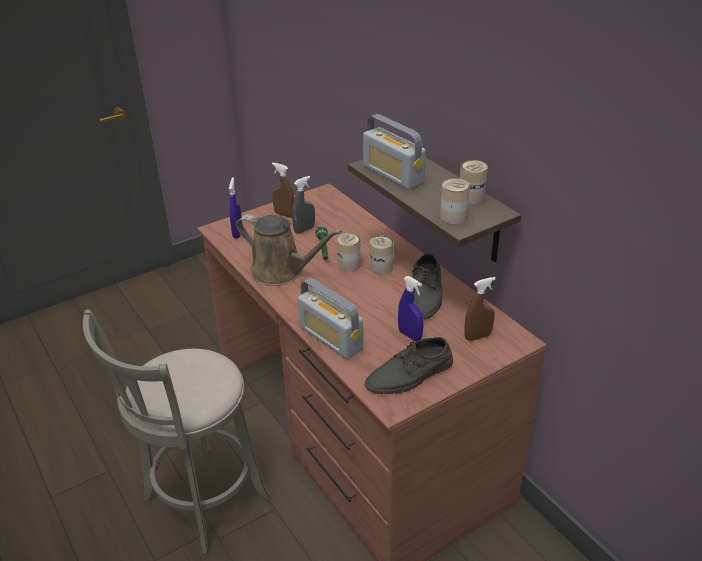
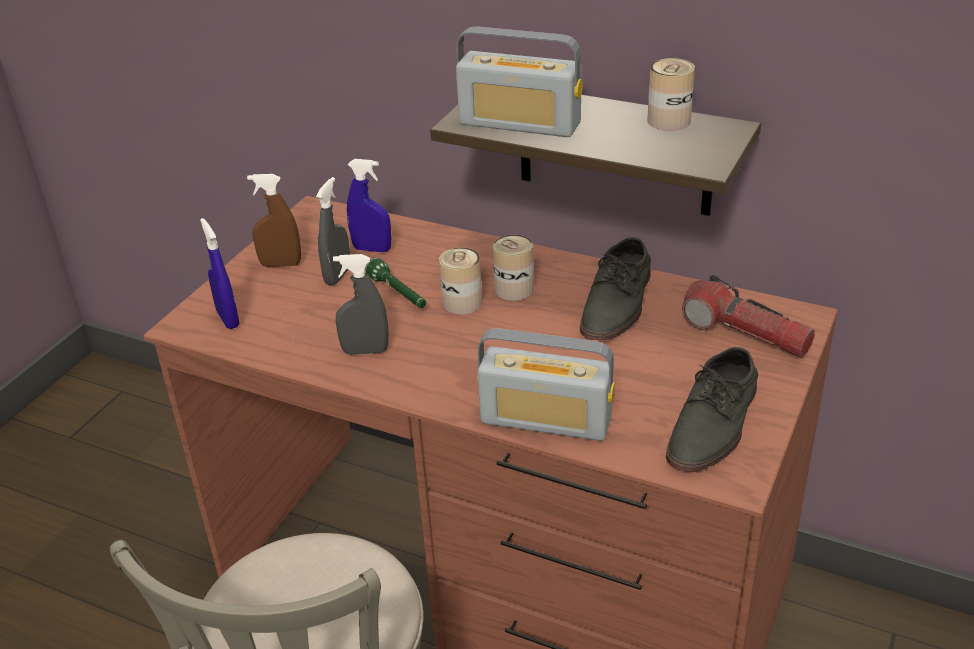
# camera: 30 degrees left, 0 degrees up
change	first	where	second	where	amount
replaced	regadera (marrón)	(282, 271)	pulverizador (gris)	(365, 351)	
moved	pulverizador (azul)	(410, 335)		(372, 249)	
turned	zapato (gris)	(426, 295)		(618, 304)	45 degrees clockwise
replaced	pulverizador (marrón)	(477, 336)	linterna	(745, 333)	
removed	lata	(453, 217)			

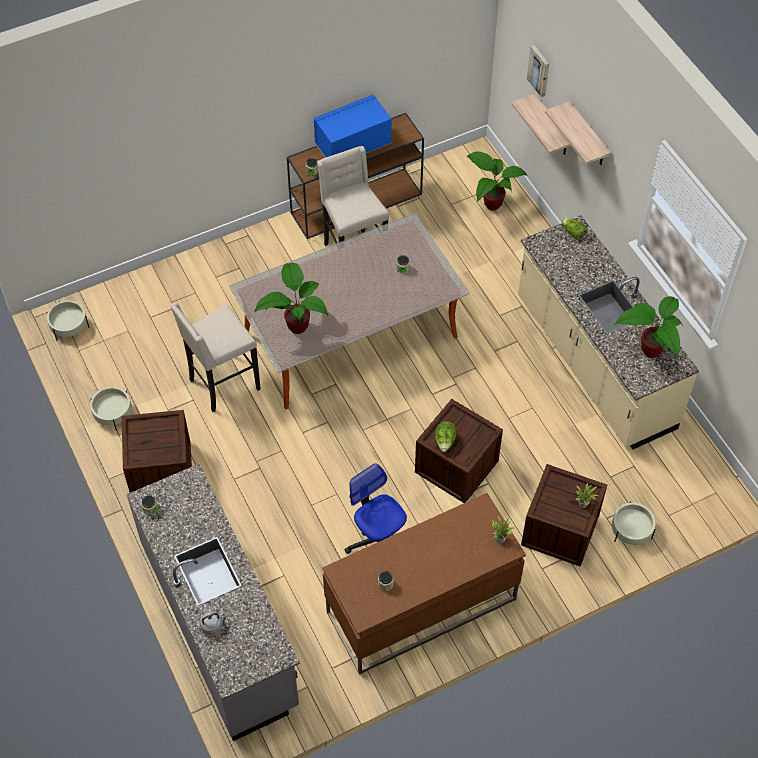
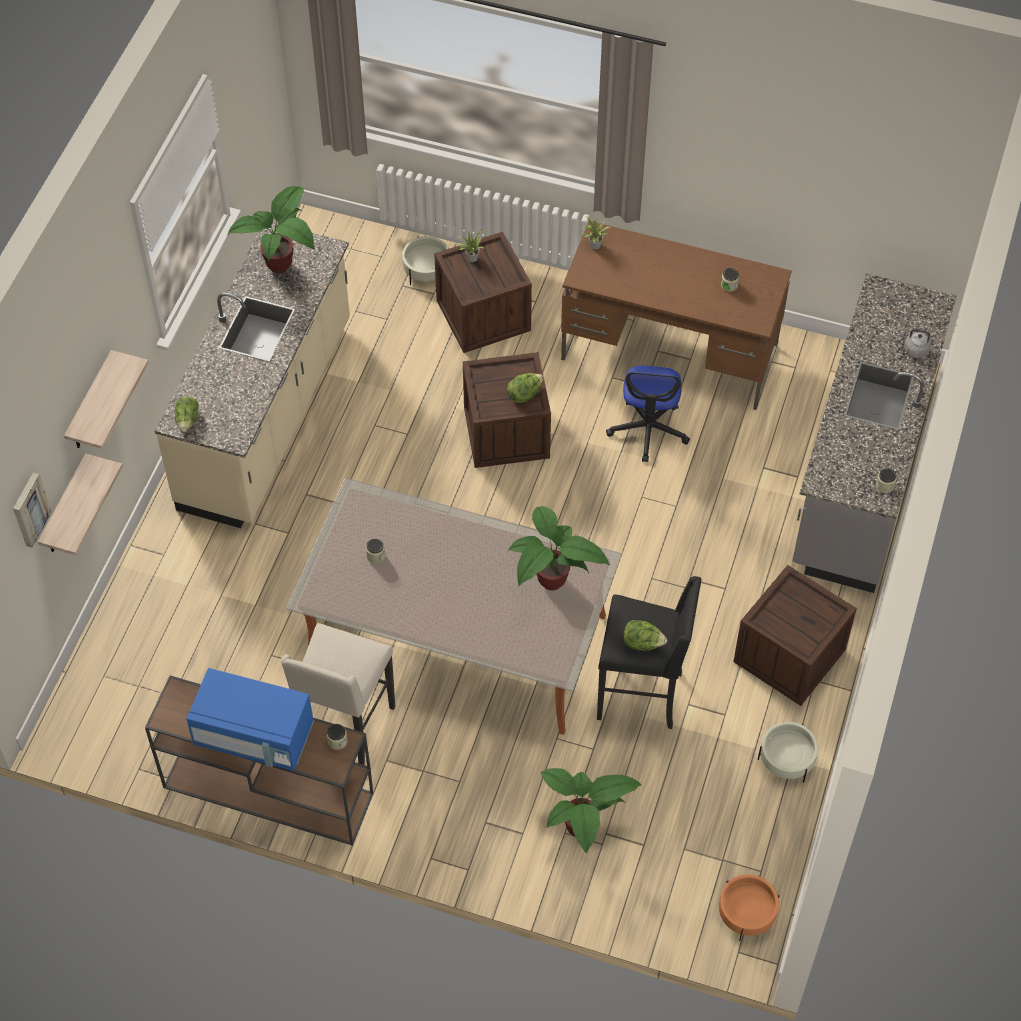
# camera: 135 degrees left, 0 degrees up
change	first	where	second	where	amount
moved	planta en maceta	(490, 204)		(581, 832)	
recoloured	taburete (beis)	(223, 385)	taburete (negro)	(642, 694)	
added			lechuga	(642, 643)	
recoloured	maceta (beis)	(69, 326)	maceta (naranja)	(746, 913)	

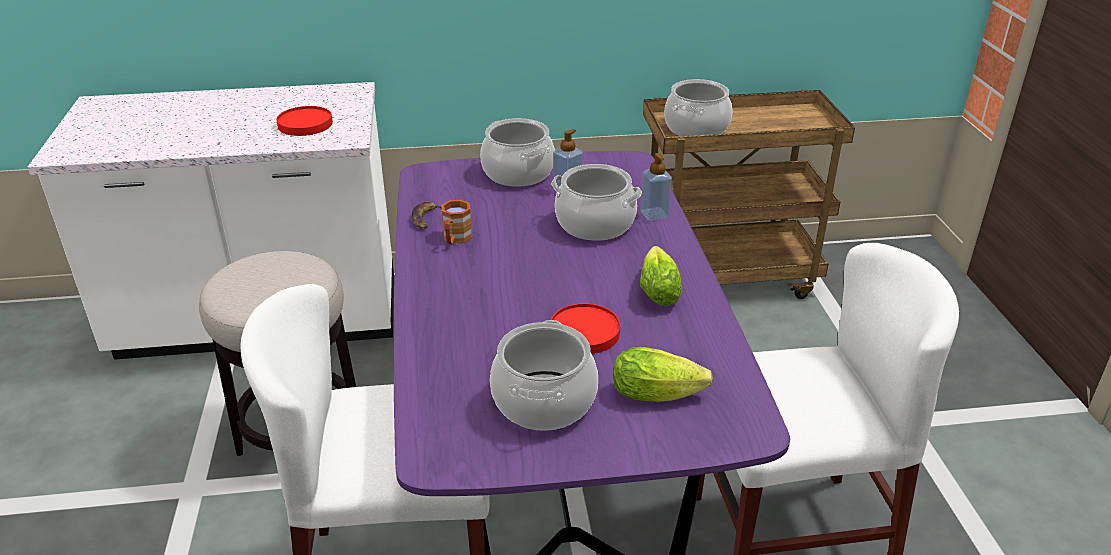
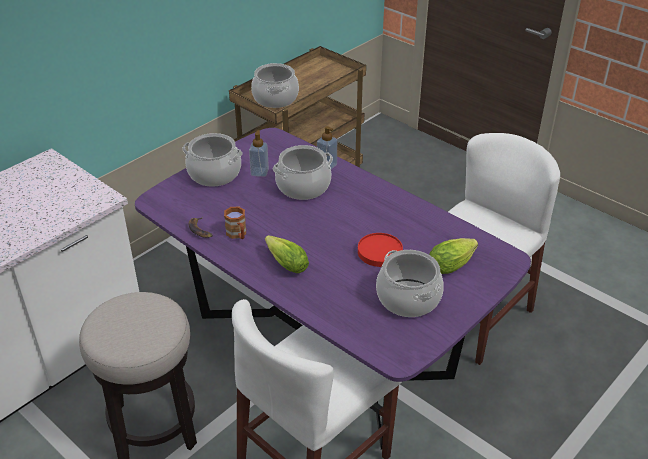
# camera: 40 degrees left, 5 degrees up
change	first	where	second	where	amount
moved	lechuga	(658, 289)		(285, 262)	
removed	plato (rojo)	(305, 124)			

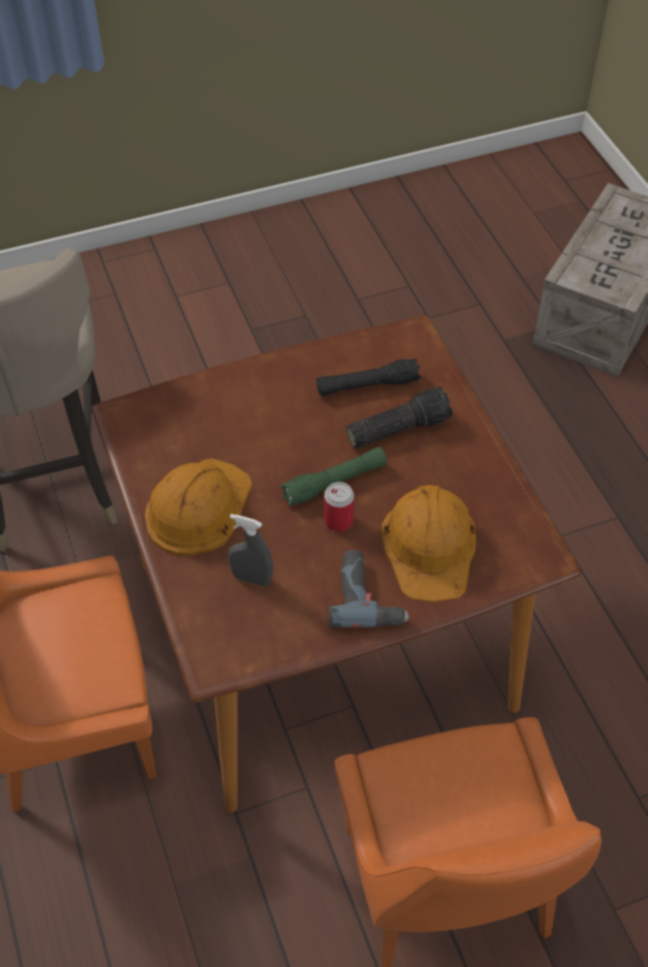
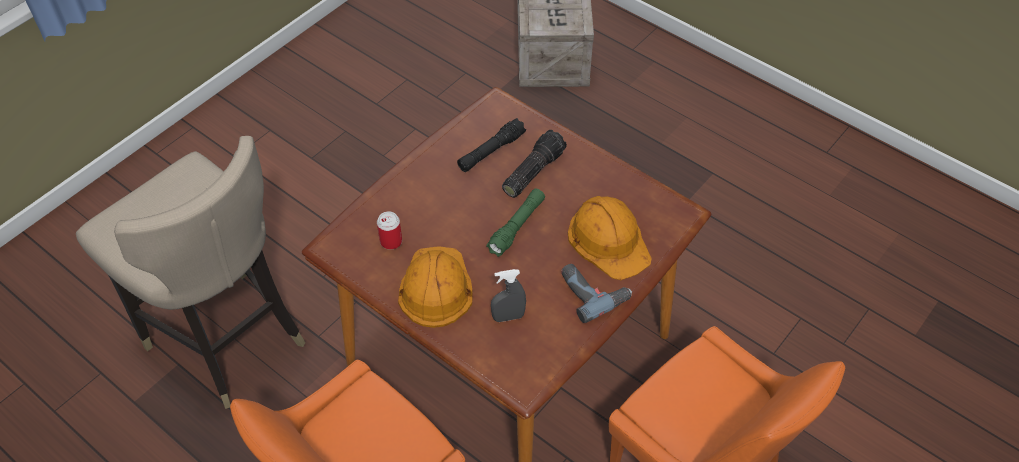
# camera: 30 degrees left, 0 degrees up
change	first	where	second	where	amount
moved	lata	(338, 520)		(391, 241)	

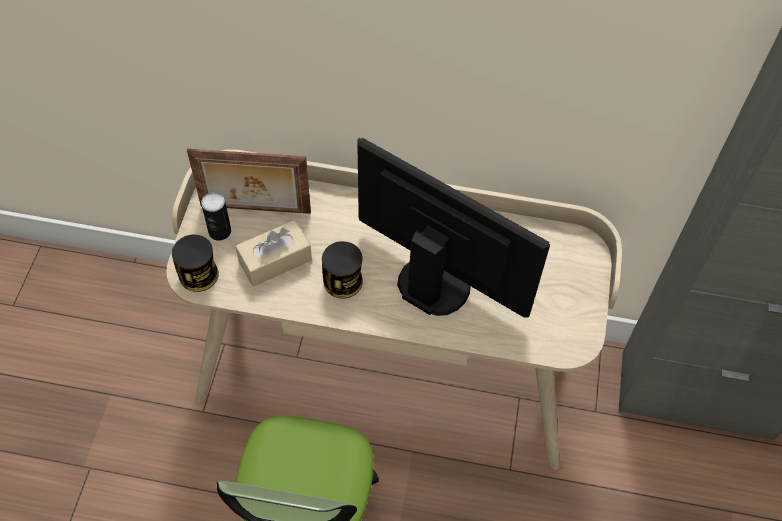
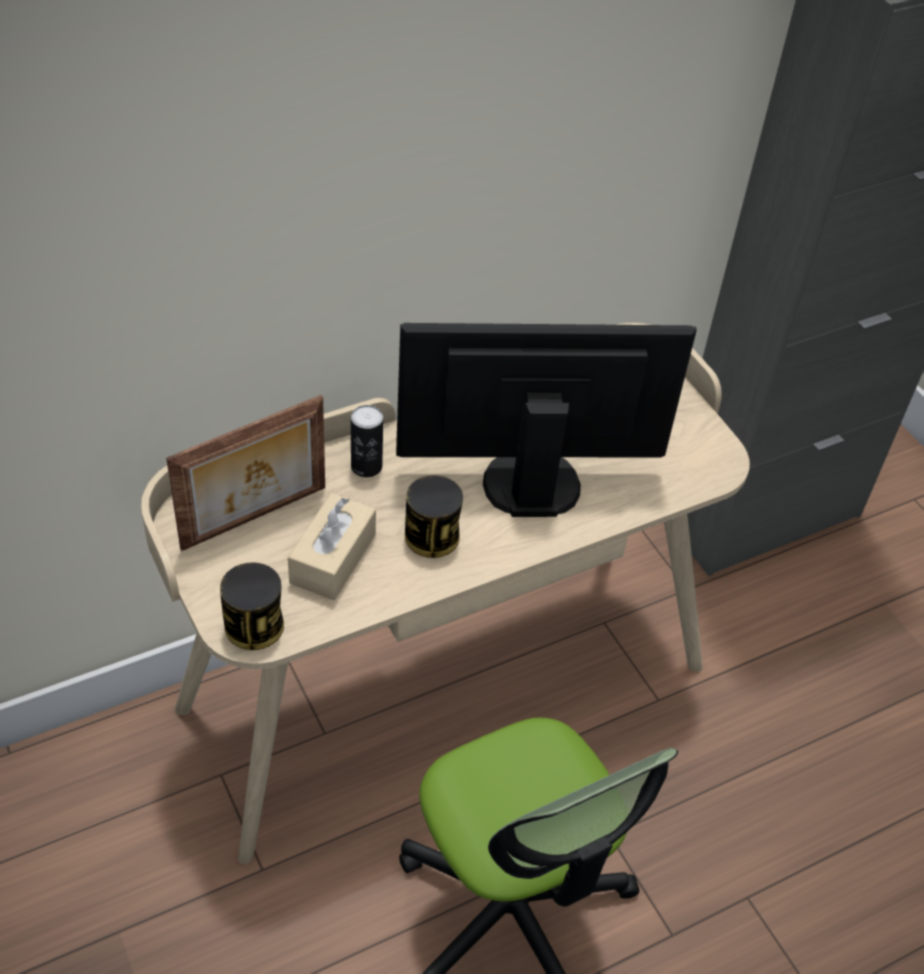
# camera: 40 degrees left, 10 degrees down
change	first	where	second	where	amount
moved	lata	(219, 231)		(366, 466)	

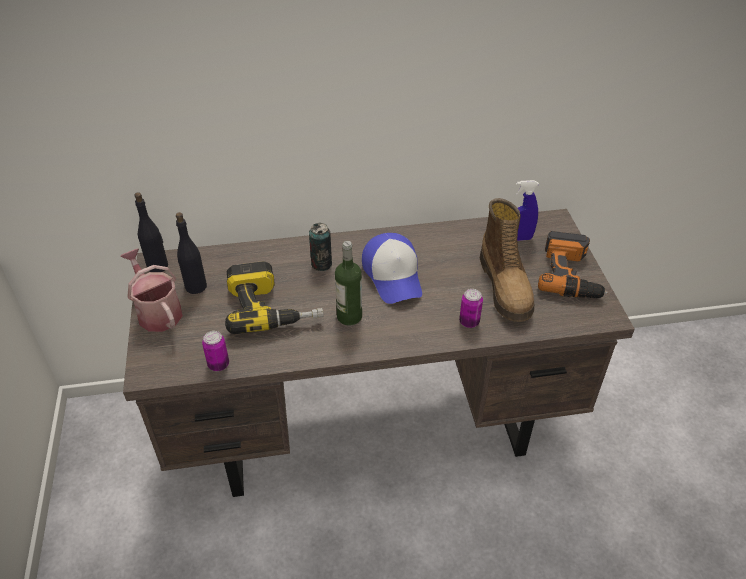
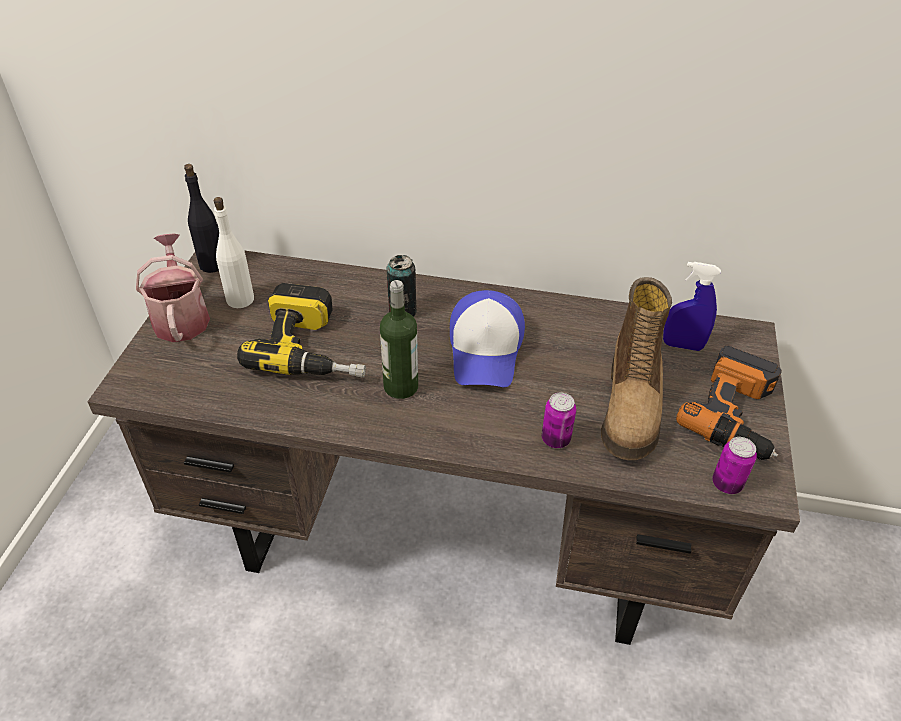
# camera: 20 degrees right, 0 degrees up
change	first	where	second	where	amount
recoloured	botella (negro)	(195, 286)	botella (blanco)	(240, 299)	
moved	lata	(218, 364)		(726, 484)	

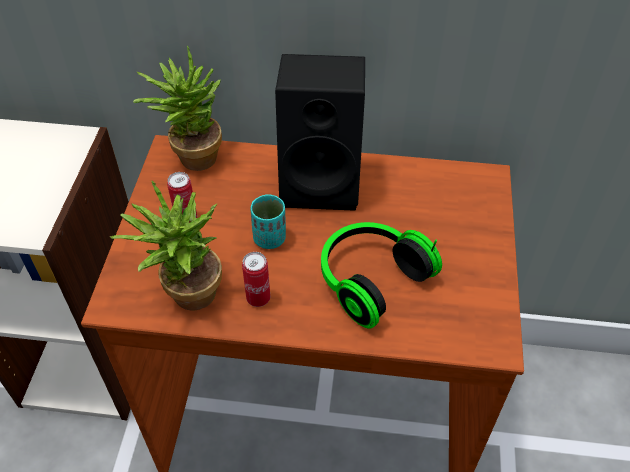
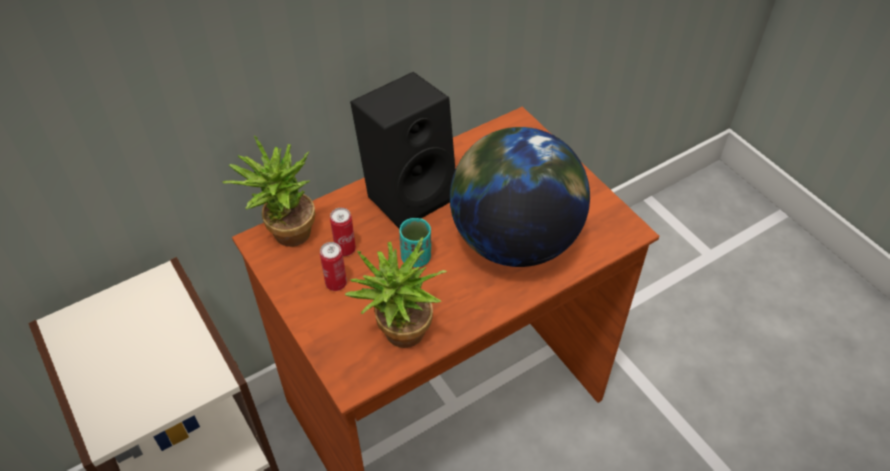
# camera: 40 degrees left, 0 degrees up
change	first	where	second	where	amount
moved	lata	(258, 298)		(345, 249)	
replaced	auriculares	(369, 279)	globo terráqueo	(514, 240)	

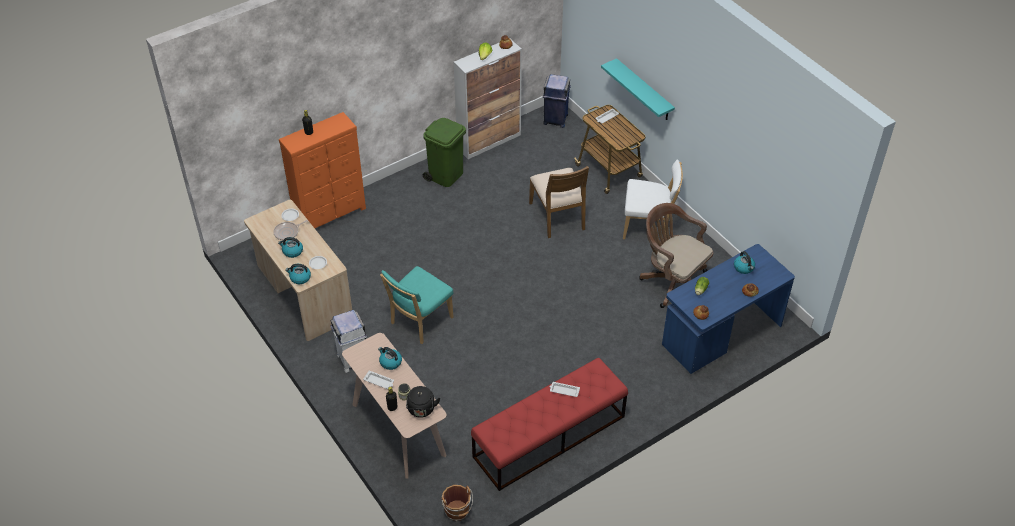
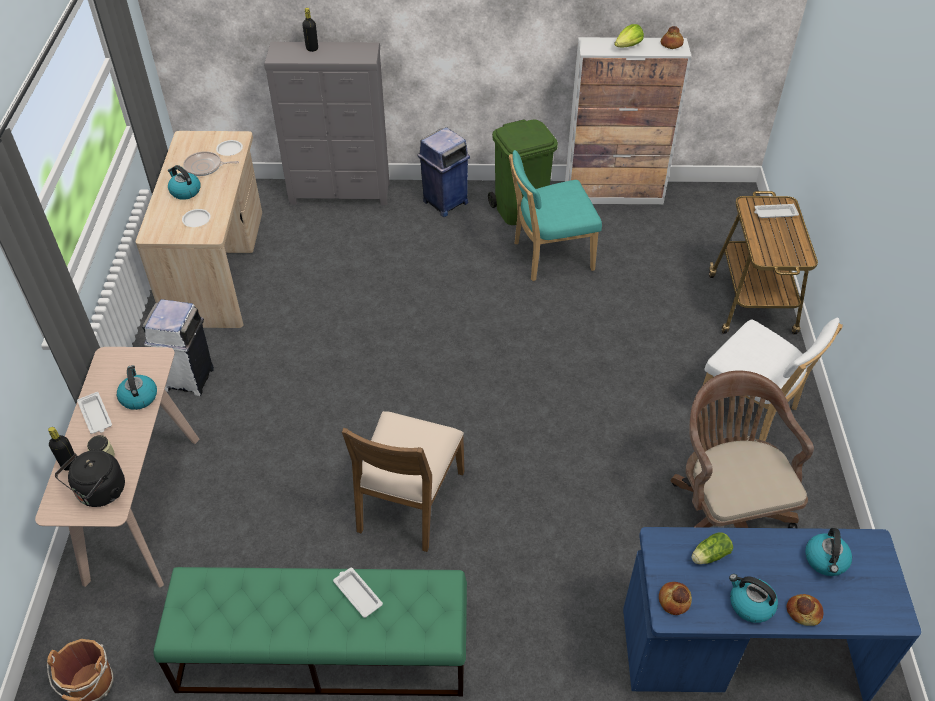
# camera: 35 degrees right, 0 degrees up
change	first	where	second	where	amount
recoloured	banco (rojo)	(549, 437)	banco (verde)	(322, 652)	
recoloured	cómoda (naranja)	(331, 215)	cómoda (gris)	(340, 194)	
moved	silla (marrón)	(558, 216)		(408, 501)	
moved	papelera (azul)	(555, 119)		(444, 202)	
moved	silla (turquesa)	(419, 322)		(549, 256)	
moved	hervidor	(300, 278)		(750, 604)	
removed	estante (turquesa)	(644, 90)			

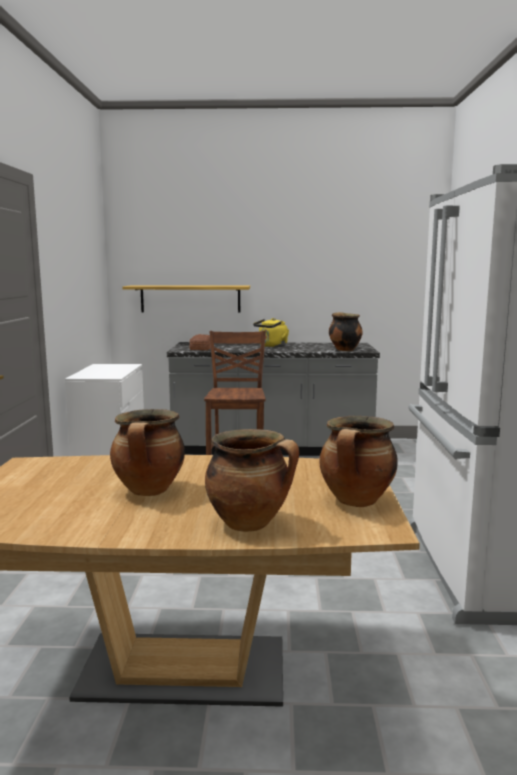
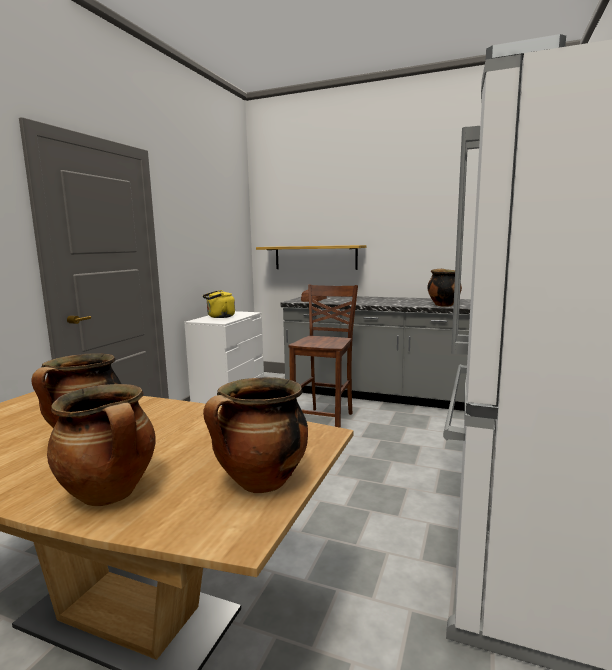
# camera: 20 degrees right, 0 degrees up
change	first	where	second	where	amount
moved	hervidor (amarillo)	(271, 346)		(219, 317)	

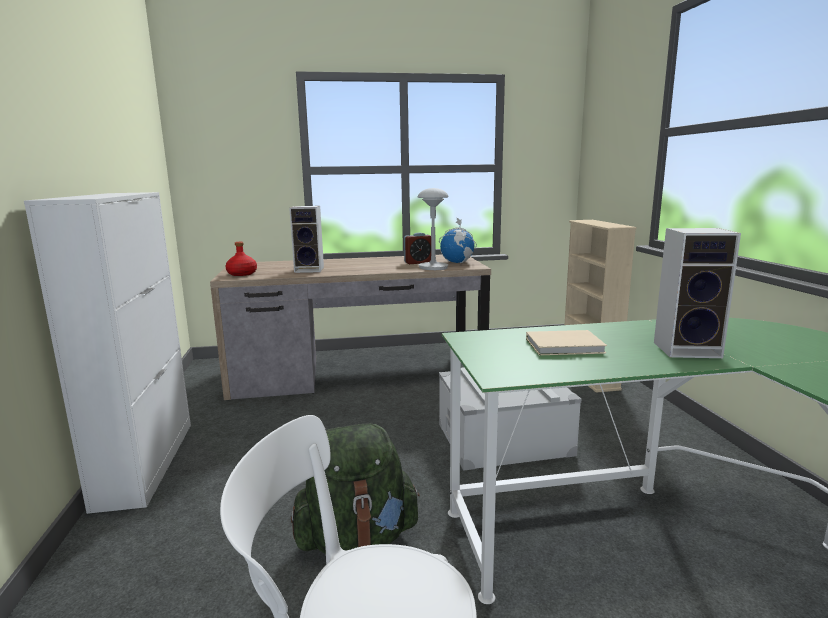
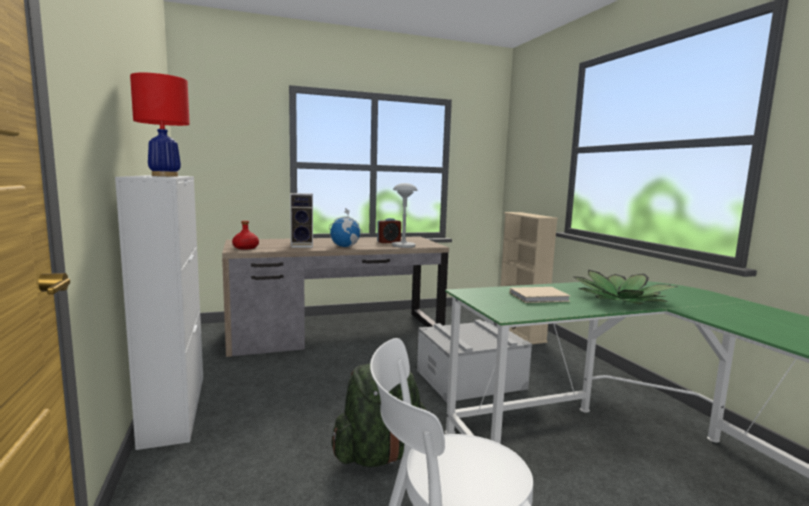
# camera: 10 degrees left, 5 degrees down
change	first	where	second	where	amount
added			lámpara de mesa (rojo)	(164, 176)	
moved	globo terráqueo	(457, 262)		(345, 247)	
replaced	altavoz	(688, 349)	planta en maceta	(622, 299)	

